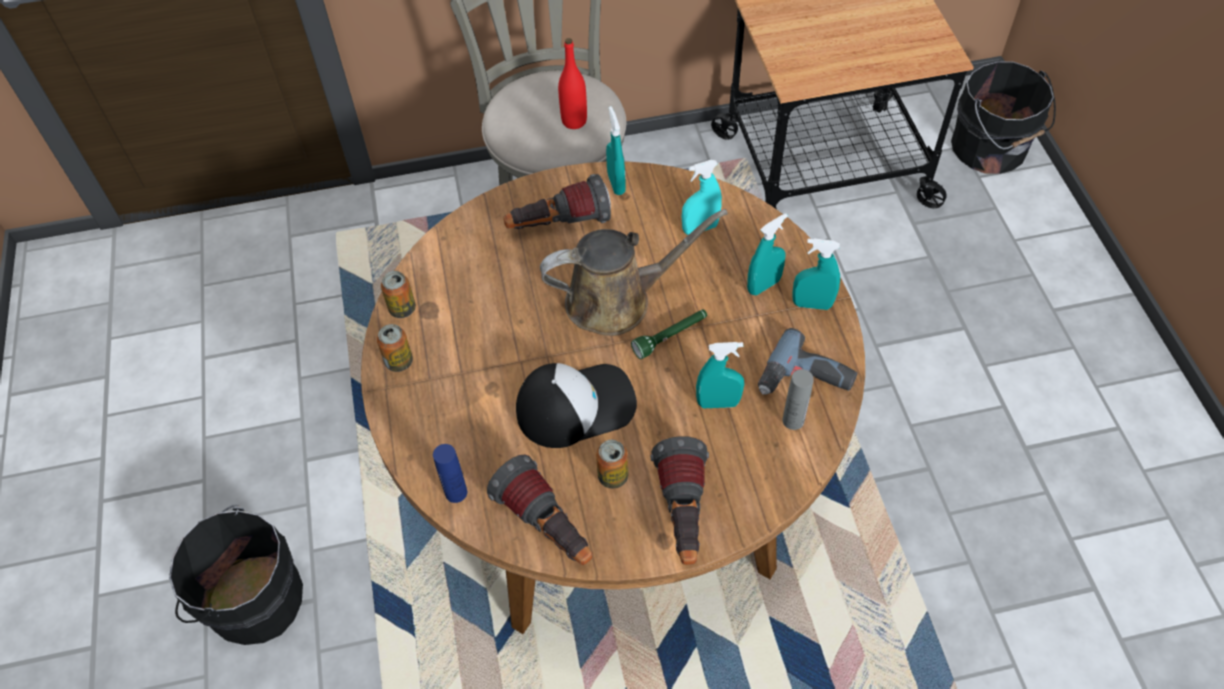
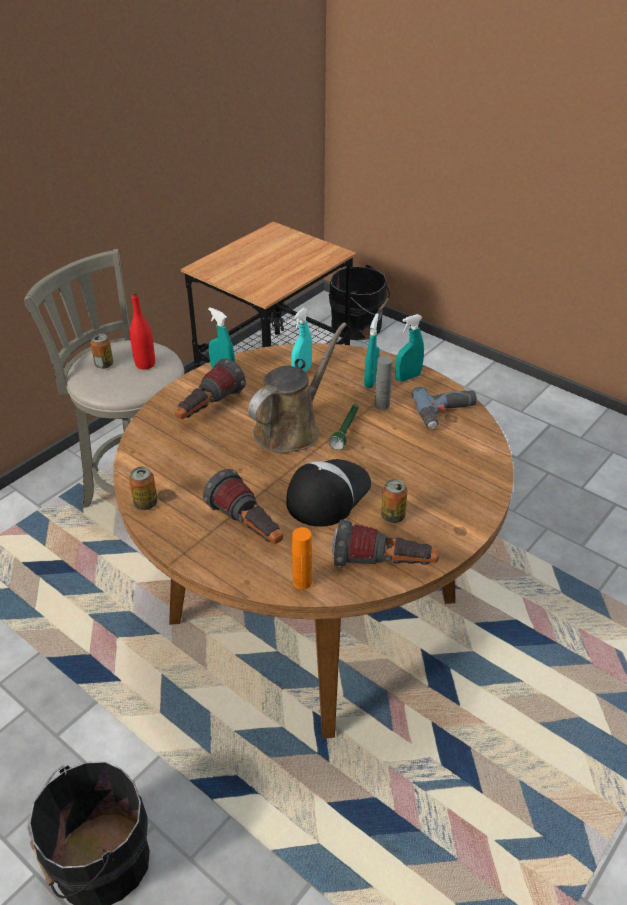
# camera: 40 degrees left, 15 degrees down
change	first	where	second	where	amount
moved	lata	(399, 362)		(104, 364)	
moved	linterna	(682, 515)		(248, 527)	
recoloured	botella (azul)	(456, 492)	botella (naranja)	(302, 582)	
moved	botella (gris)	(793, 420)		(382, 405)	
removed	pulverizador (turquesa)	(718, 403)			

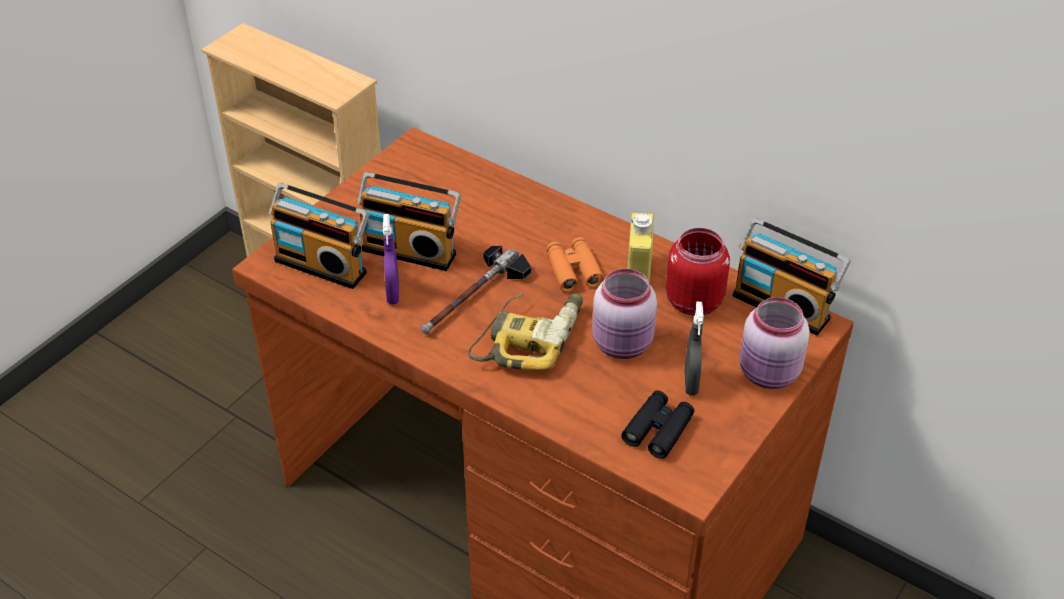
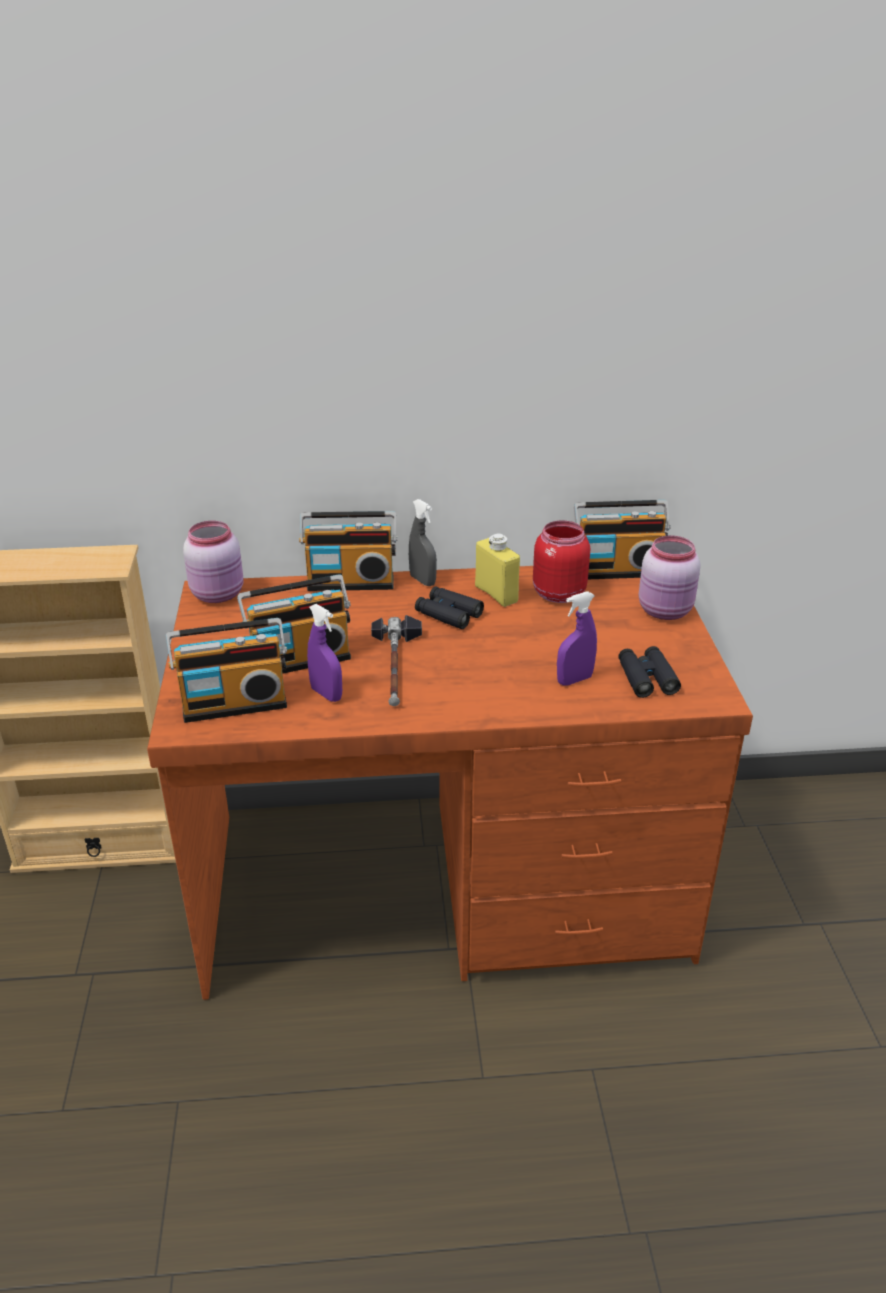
# camera: 40 degrees left, 10 degrees down
change	first	where	second	where	amount
moved	tarro (rosa)	(624, 345)		(219, 594)	
added			radio	(351, 581)	
moved	pulverizador (gris)	(691, 382)		(422, 580)	
recoloured	prismáticos (naranja)	(573, 270)	prismáticos (negro)	(448, 614)	
added			pulverizador (morado)	(574, 680)	
removed	taladro	(529, 337)			

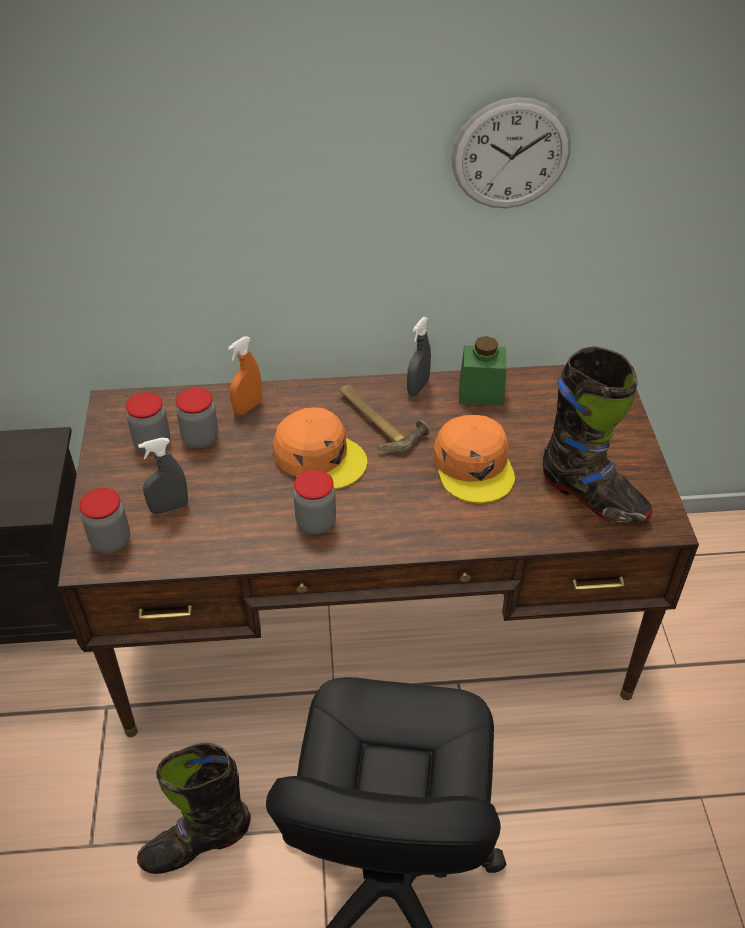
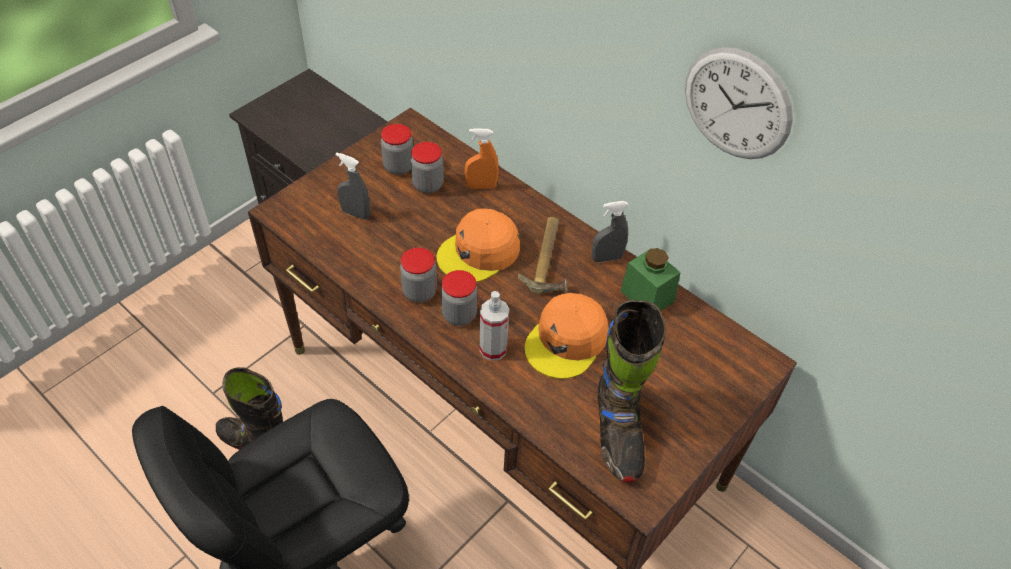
# camera: 45 degrees right, 5 degrees up
change	first	where	second	where	amount
turned	gorra (naranja)	(319, 456)		(479, 252)	60 degrees clockwise
moved	tarro	(111, 541)		(459, 315)	
added			pulverizador	(493, 349)	

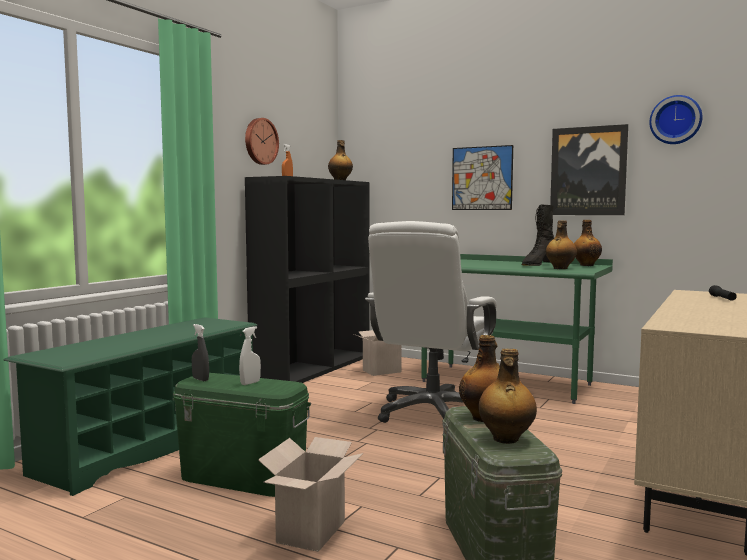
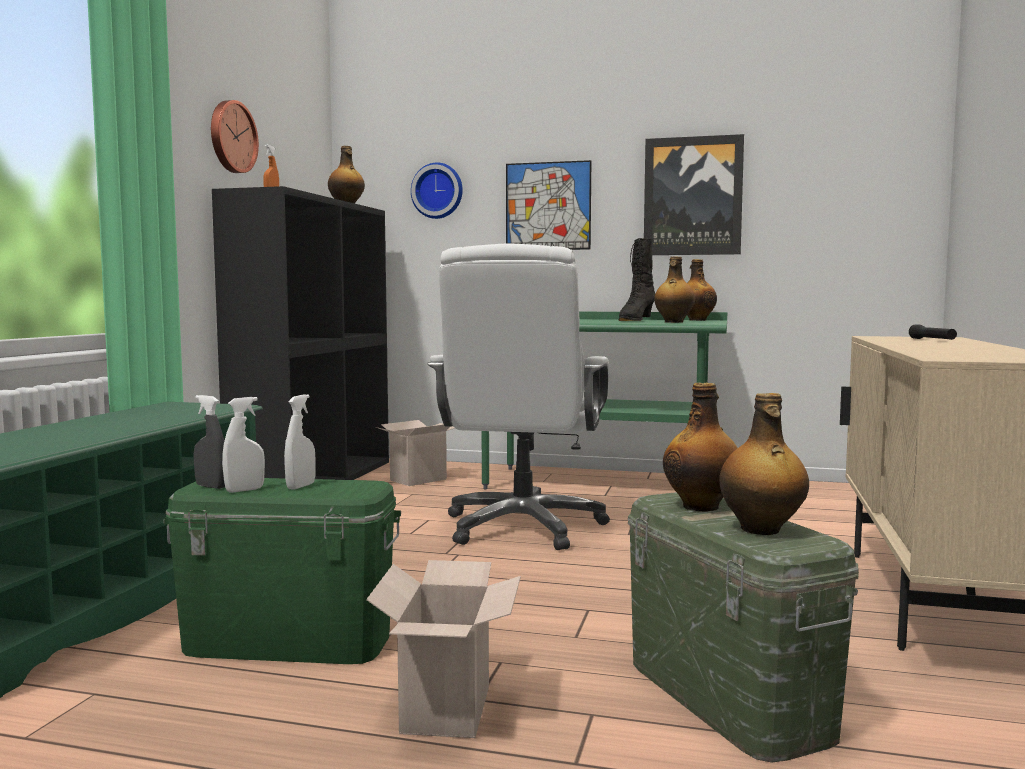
# camera: 15 degrees left, 0 degrees up
change	first	where	second	where	amount
added			pulverizador (blanco)	(244, 490)	
moved	reloj de pared	(675, 120)		(438, 191)	

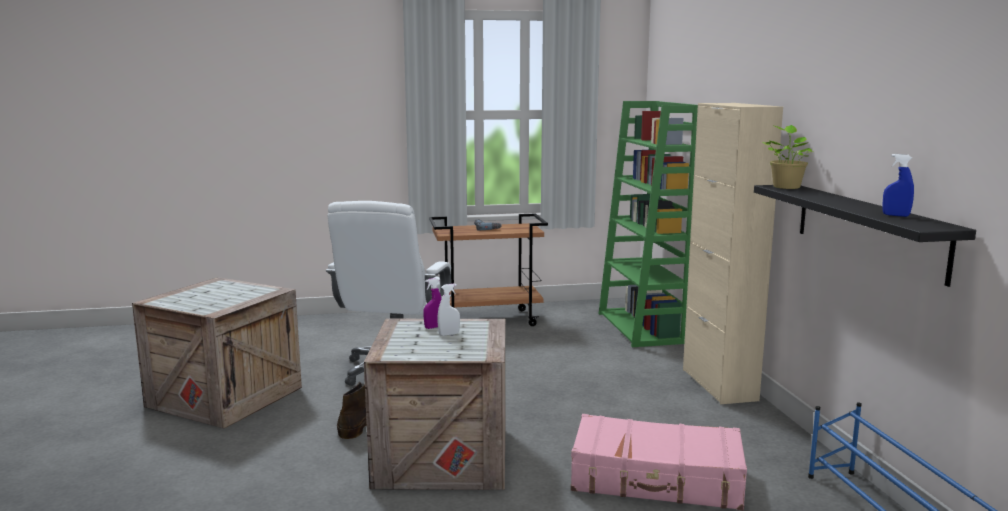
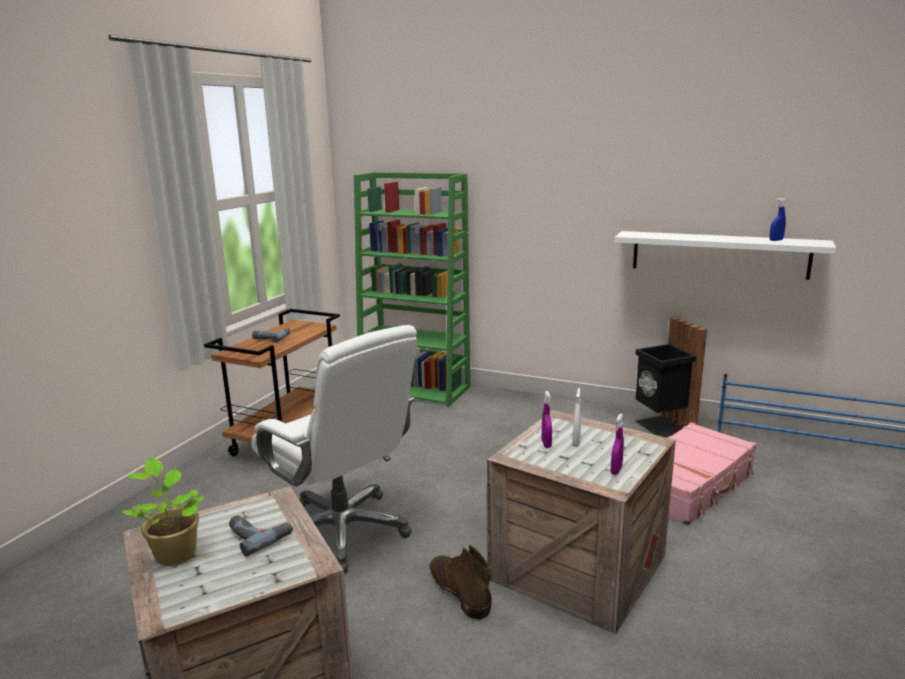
# camera: 55 degrees left, 5 degrees up
change	first	where	second	where	amount
moved	planta en maceta	(786, 187)		(174, 553)	
added			taladro	(259, 535)	
added			pulverizador (morado)	(616, 470)	
recoloured	estante (negro)	(868, 229)	estante (blanco)	(719, 254)	
added			papelera (negro)	(662, 427)	
removed	armario (beis)	(719, 385)			

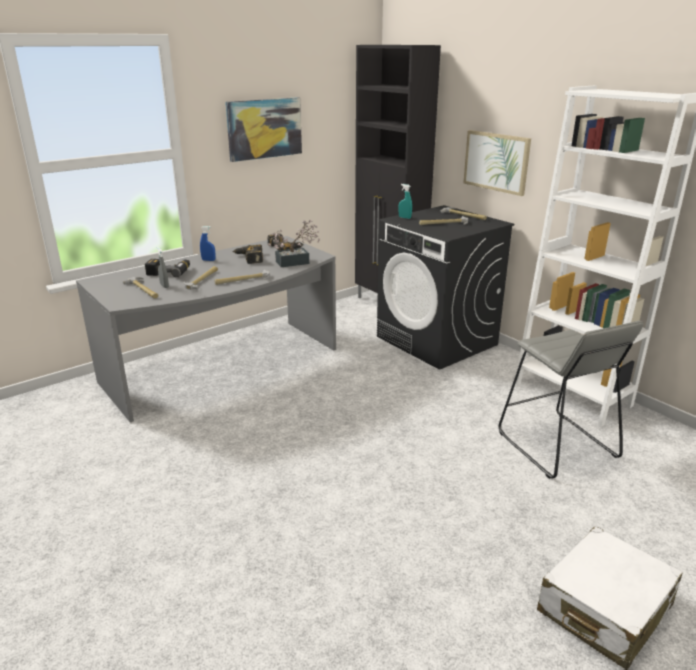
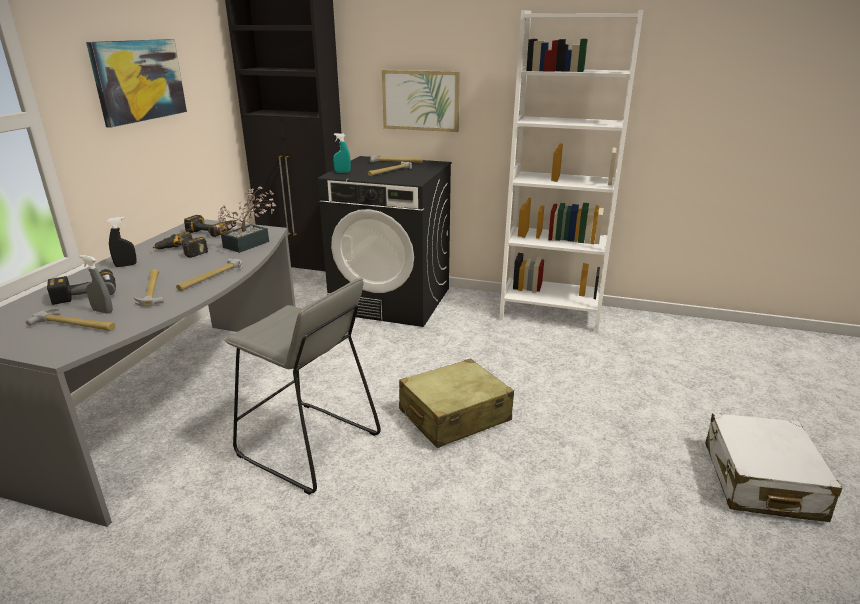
# camera: 35 degrees left, 0 degrees up
change	first	where	second	where	amount
recoloured	pulverizador (azul)	(208, 260)	pulverizador (negro)	(126, 265)	
moved	taburete (gris)	(555, 445)		(307, 445)	
added			maleta (beis)	(454, 416)	

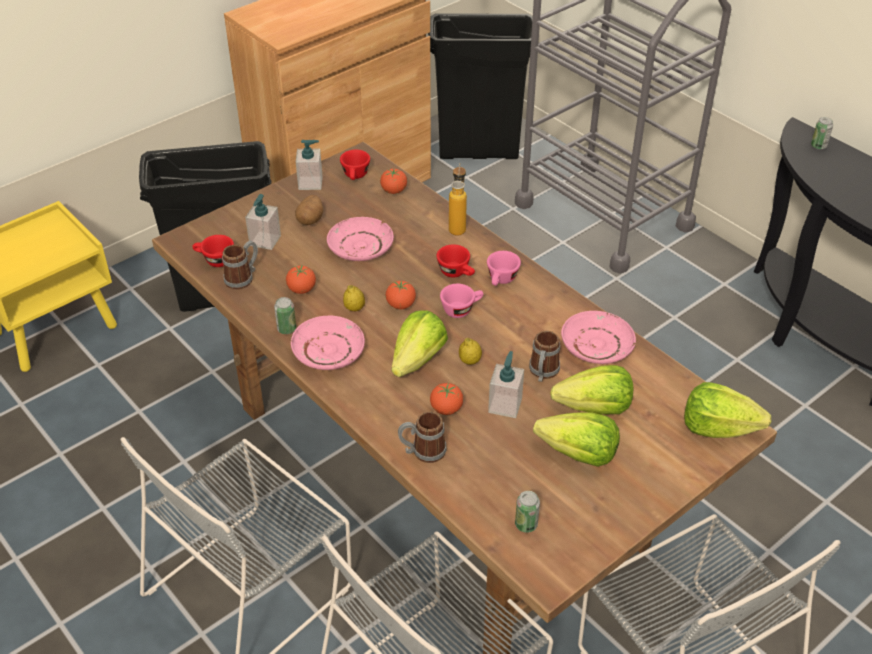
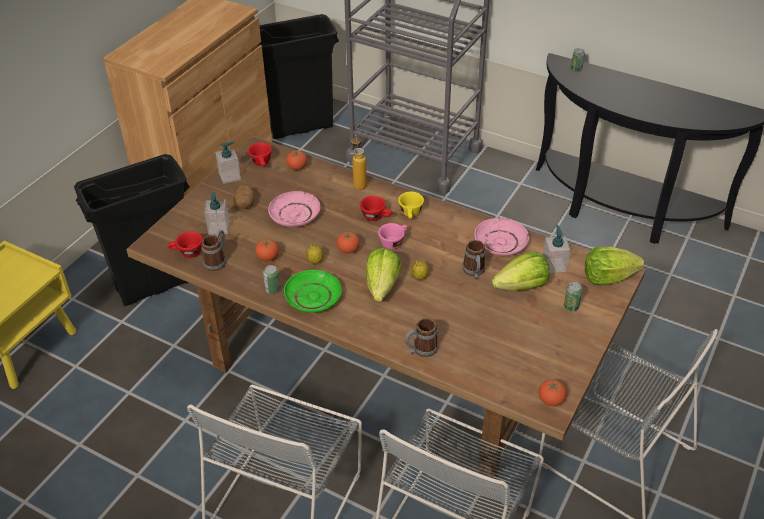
# camera: 20 degrees left, 0 degrees up
change	first	where	second	where	amount
recoloured	plato (rosa)	(328, 350)	plato (verde)	(313, 297)	
recoloured	taza (rosa)	(501, 280)	taza (amarillo)	(411, 214)	
moved	tomate	(446, 409)		(551, 400)	
moved	dispensador de jabón	(505, 405)		(553, 265)	
moved	lata	(526, 524)		(571, 307)	
removed	lechuga	(578, 454)			

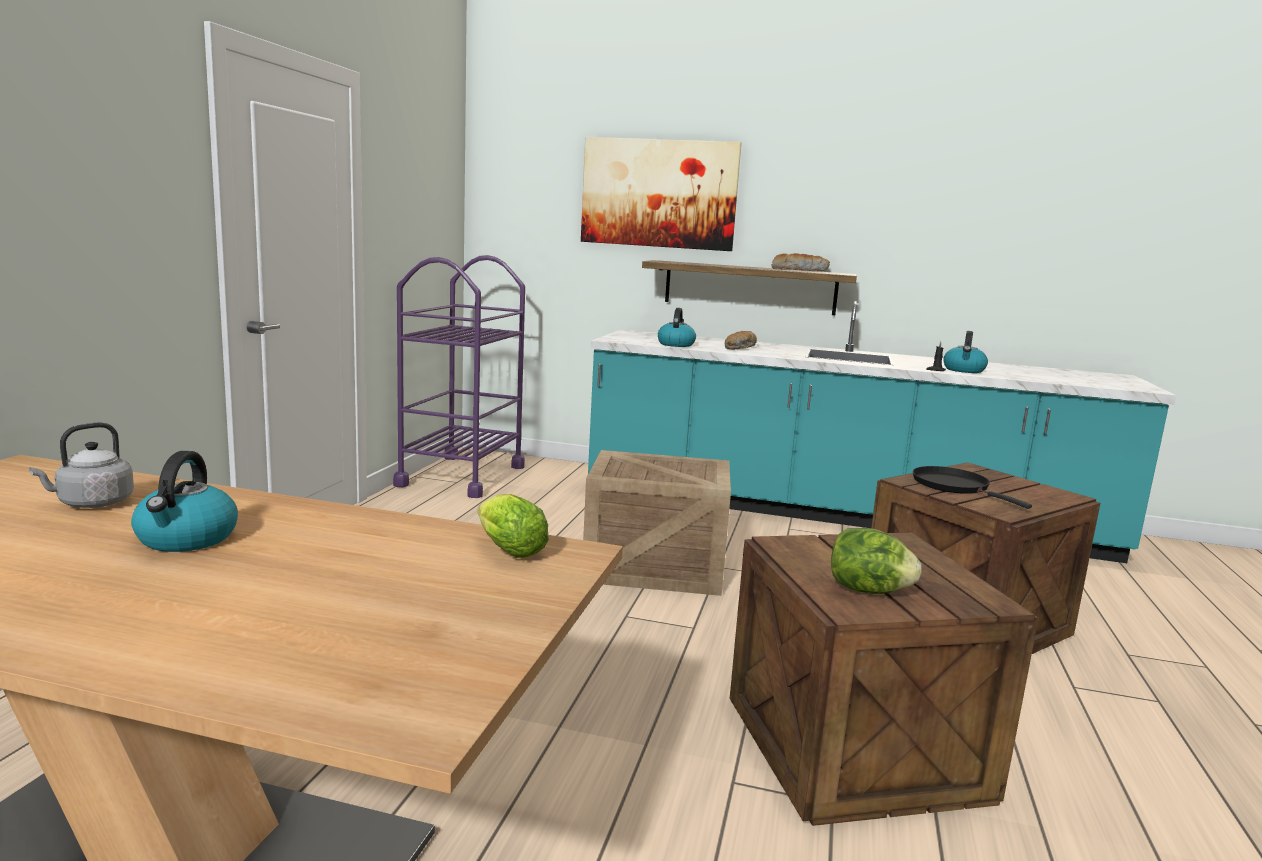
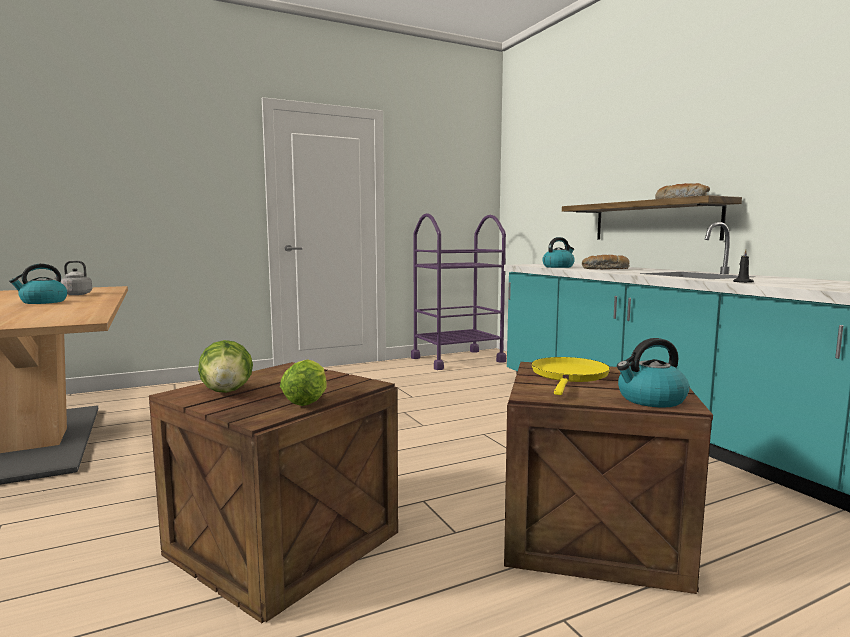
# camera: 50 degrees right, 5 degrees down
change	first	where	second	where	amount
moved	lechuga	(506, 549)		(308, 400)	
recoloured	sartén (negro)	(954, 486)	sartén (amarillo)	(569, 376)	
moved	hervidor	(964, 370)		(650, 400)	
removed	cuadro	(659, 193)			
removed	caja de embalaje	(652, 568)			

